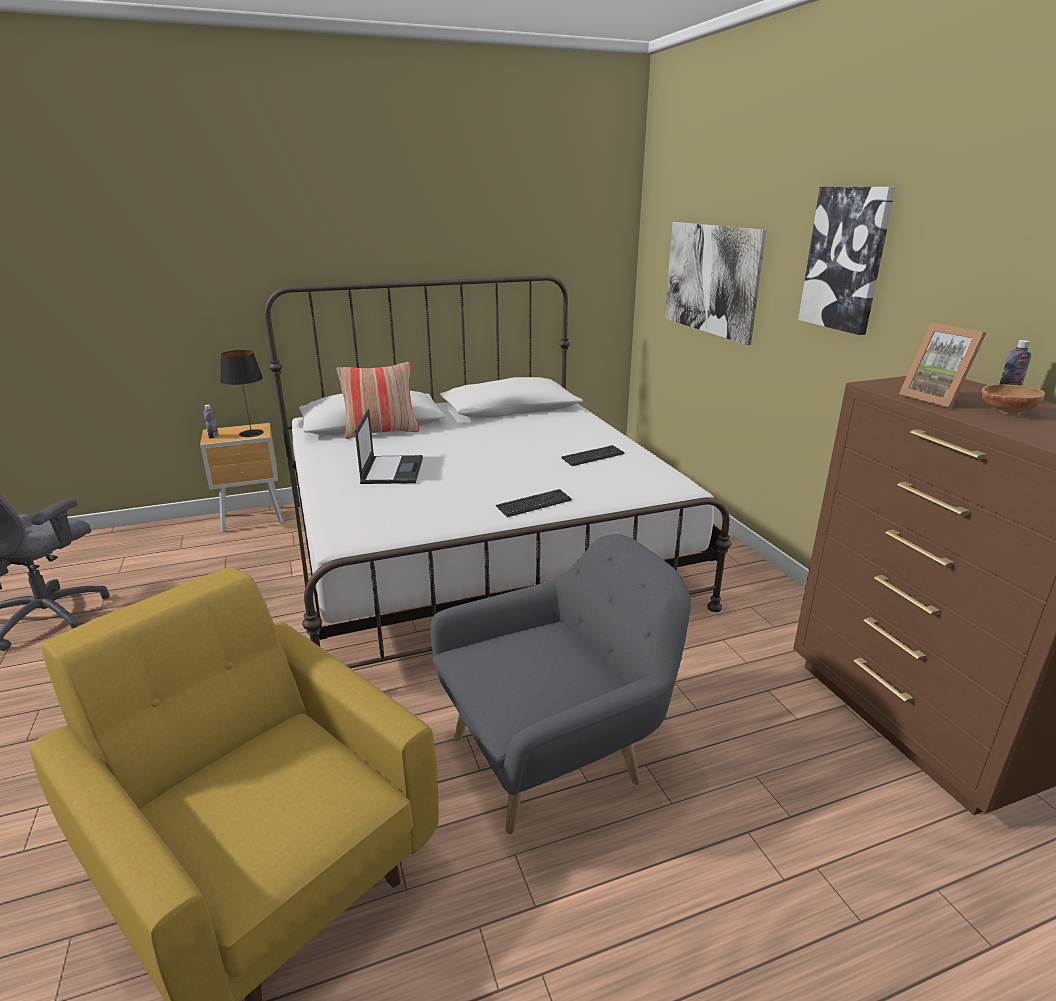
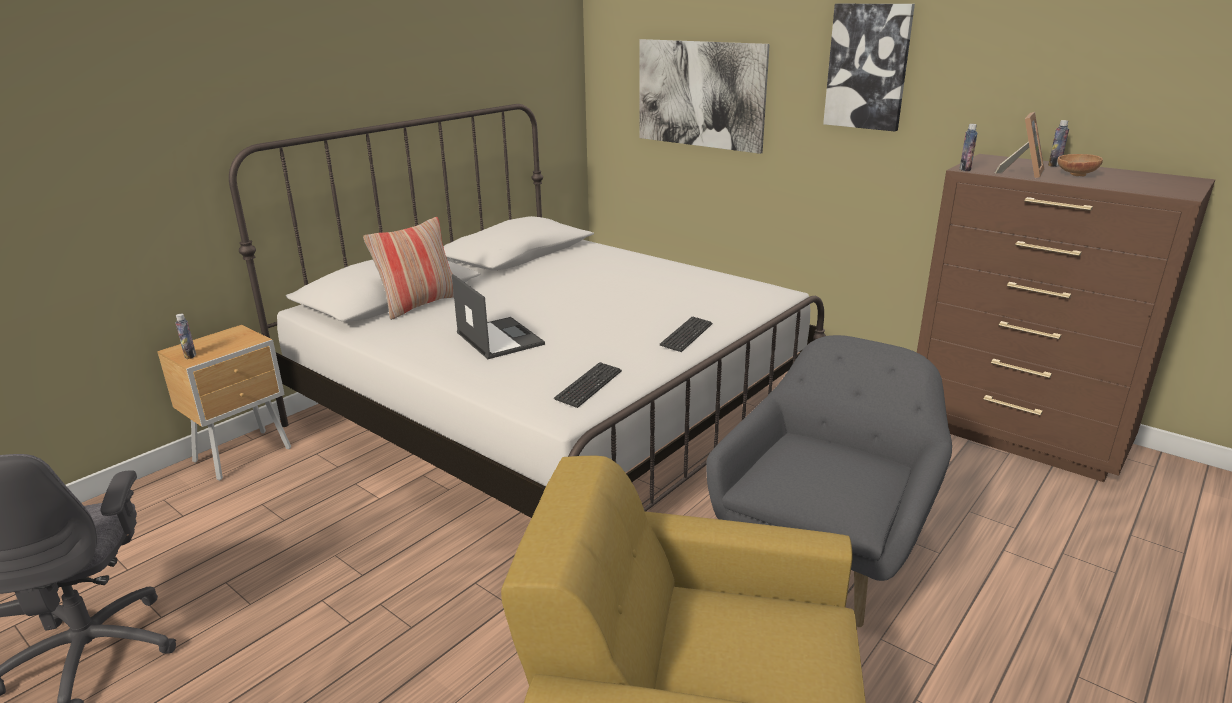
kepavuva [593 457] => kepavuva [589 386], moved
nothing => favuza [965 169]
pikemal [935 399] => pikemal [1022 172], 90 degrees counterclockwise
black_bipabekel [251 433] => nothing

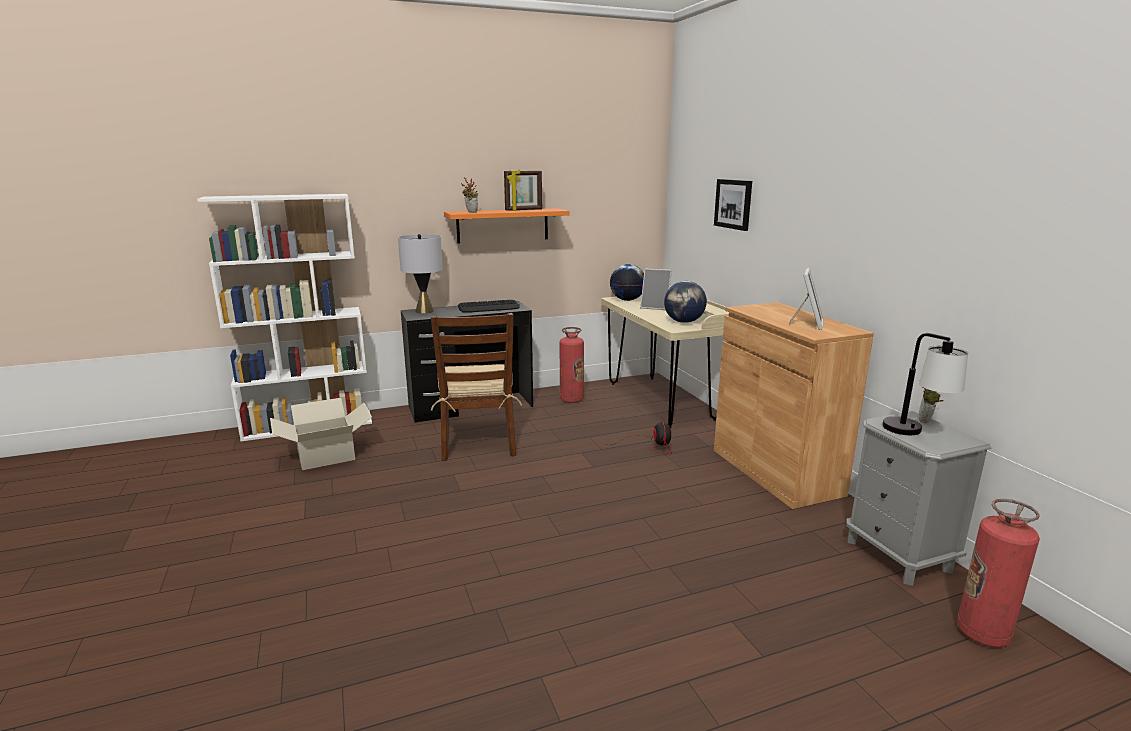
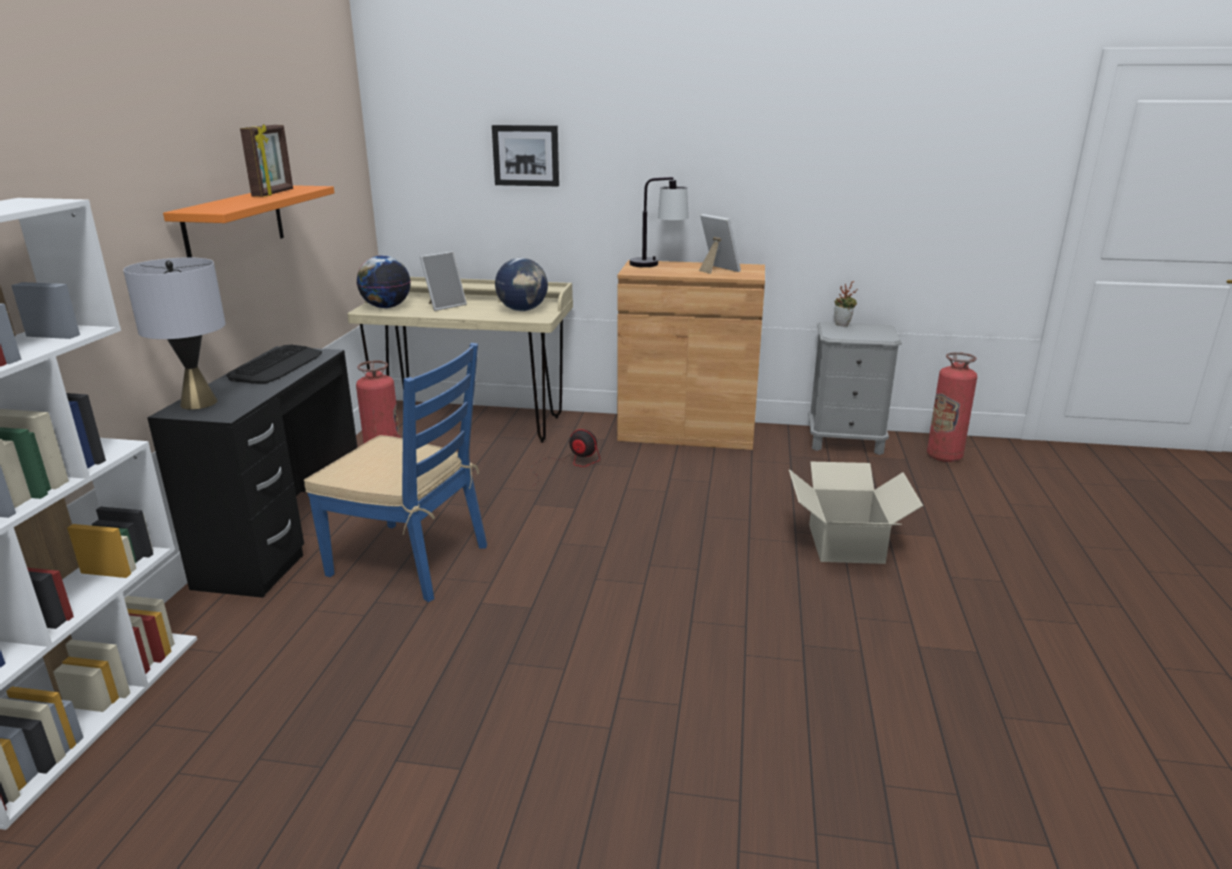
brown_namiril [478 441] => blue_namiril [410 560]
bipabekel [915 435] => bipabekel [657 265], moved
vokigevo [326 455] => vokigevo [844 543], moved
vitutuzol [470 212] => nothing

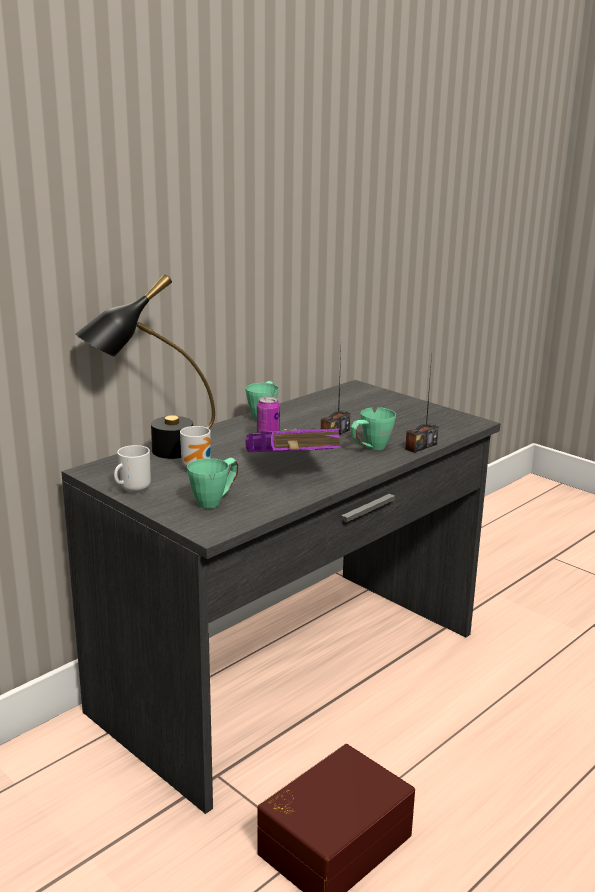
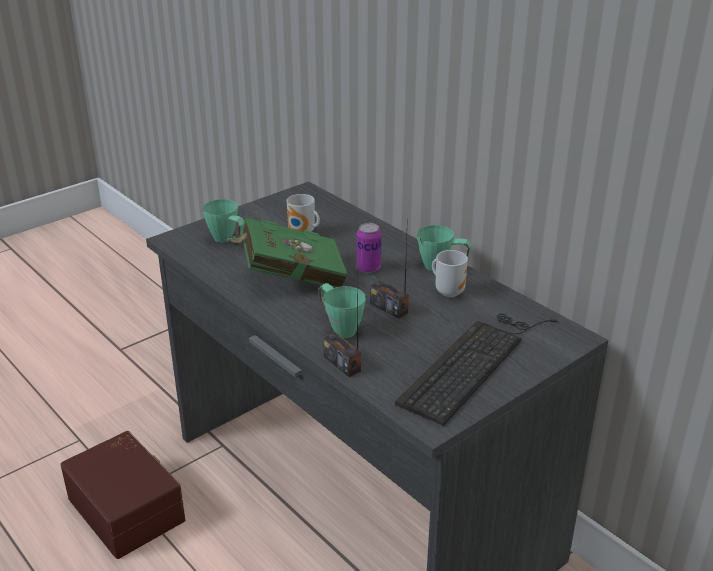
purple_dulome [290 469] => green_dulome [289 277]
nothing => kepavuva [474 362]
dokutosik [132 490] => dokutosik [448 291], moved
black_bipabekel [153 454] => nothing

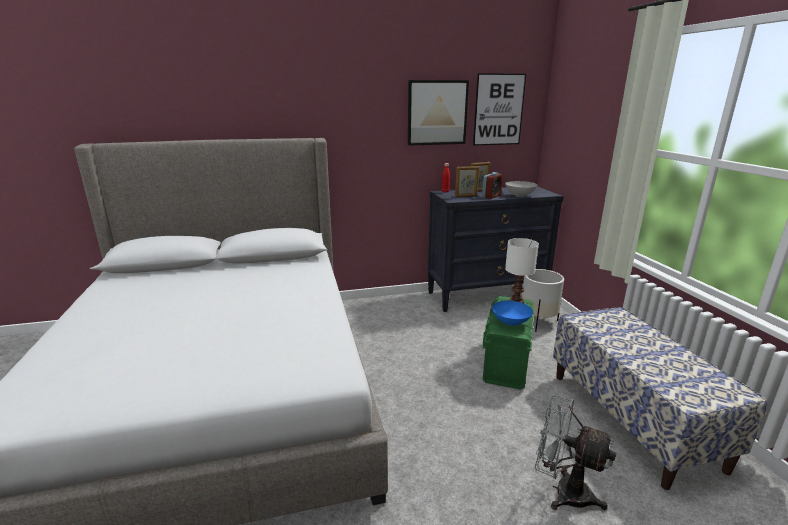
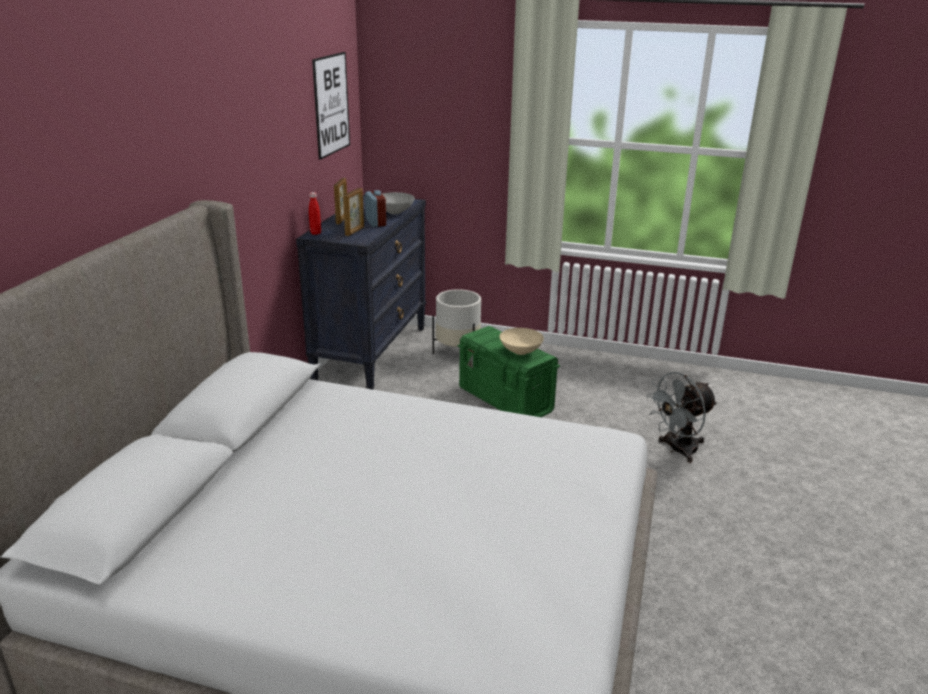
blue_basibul [511 323] => beige_basibul [521 352]
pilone [437 113] => nothing
white_bipabekel [517 301] => nothing
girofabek [632 418] => nothing

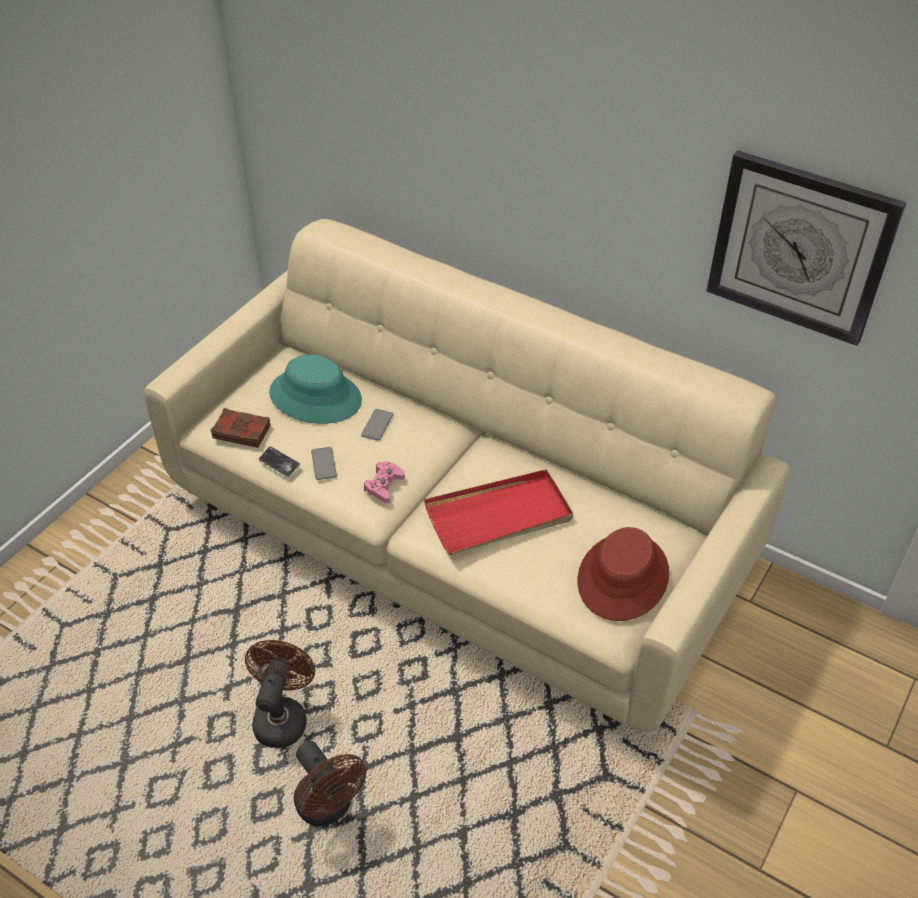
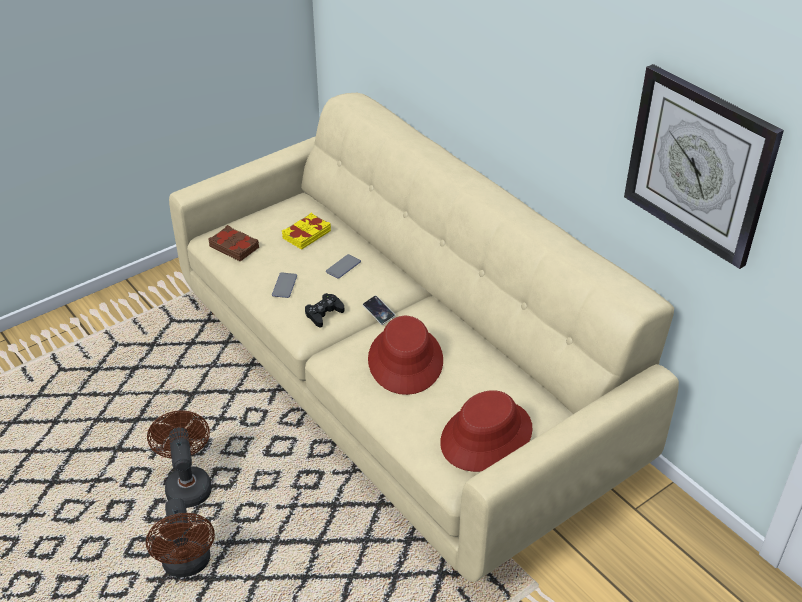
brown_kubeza [282 716] => brown_kubeza [187 484], 45 degrees counterclockwise
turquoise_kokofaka [316 396] => yellow_dulome [306 234]
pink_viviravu [384 485] => black_viviravu [324 313]
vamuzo [279 464] => vamuzo [378 312], moved
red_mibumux [499 516] => red_kokofaka [406 360]

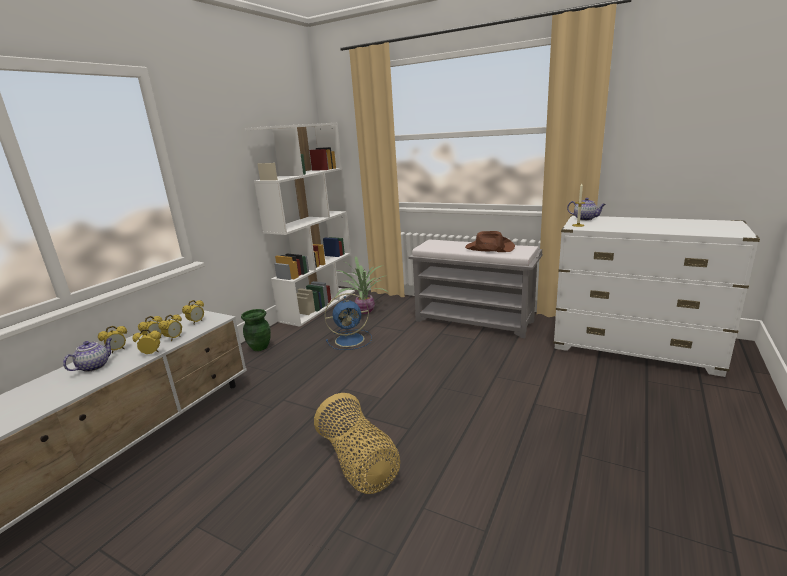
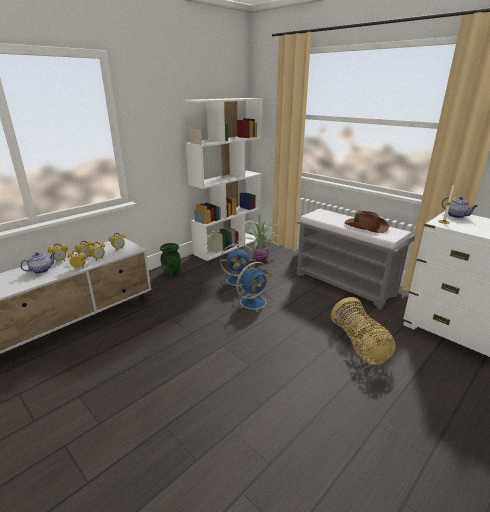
nothing => blue_kubeza [254 301]
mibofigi [359 463] => mibofigi [360 345], moved

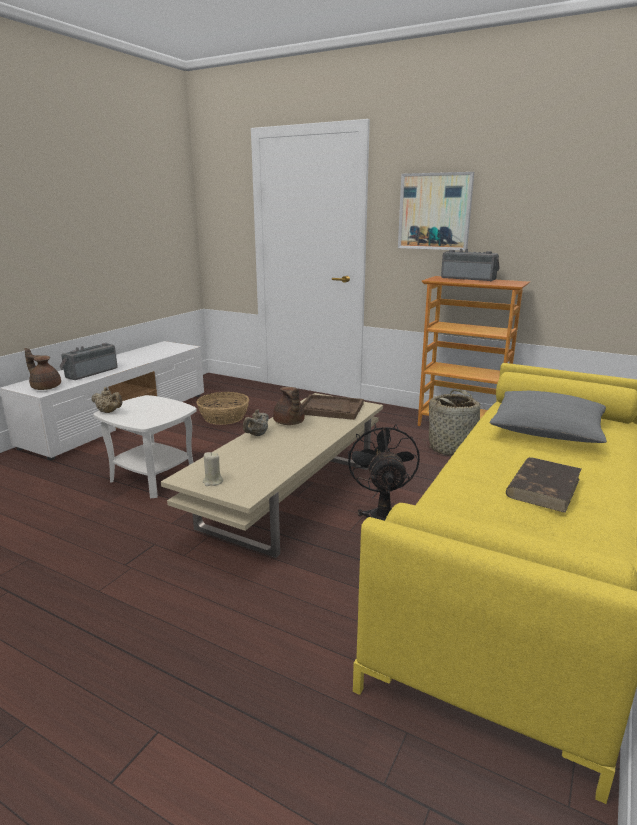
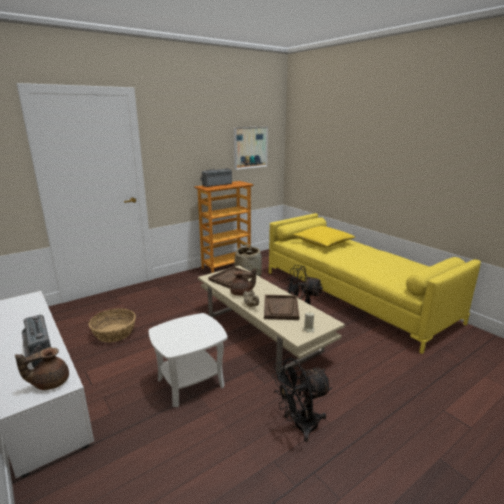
pilone [435 211] => pilone [250 147], moved
nothing => brown_mibumux [281 308]
nothing => black_kubeza [299 425]
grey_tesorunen [547 431] => yellow_tesorunen [323 243]
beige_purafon [109 412] => nothing
brown_dulome [543 487] => nothing

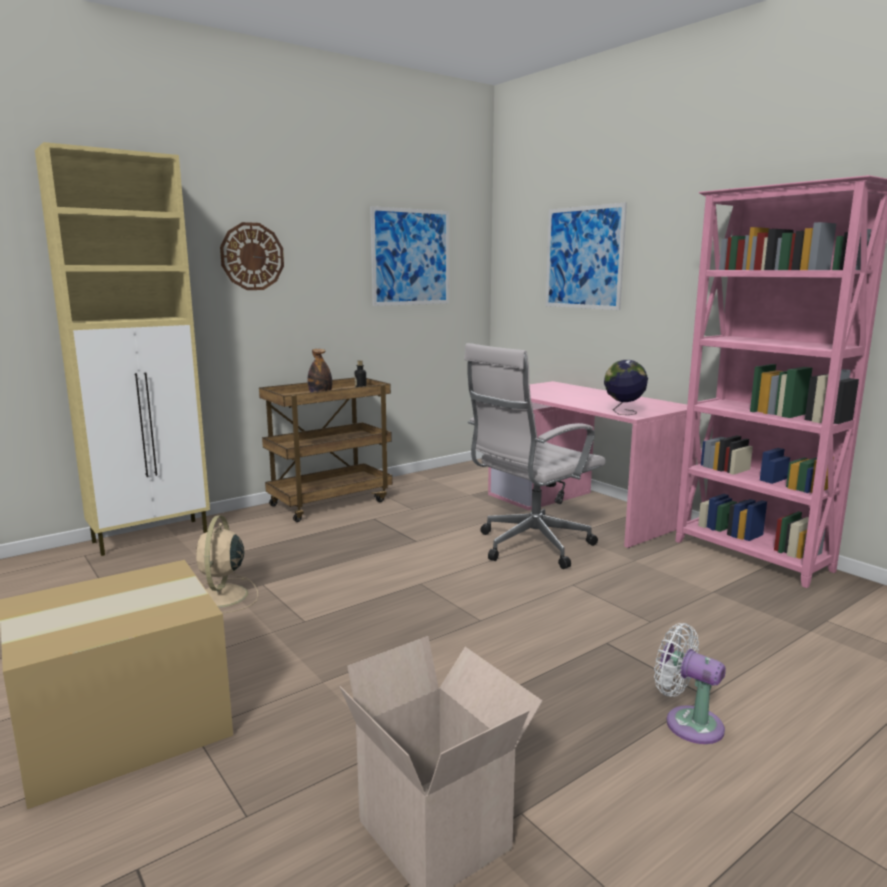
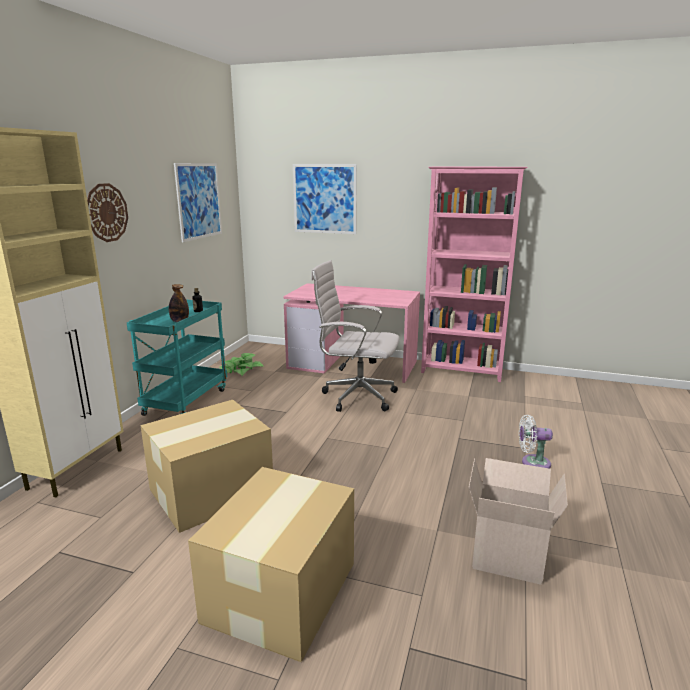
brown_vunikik [330 502] => turquoise_vunikik [186 401]
beige_kubeza [221 597] => vokigevo [213 491]
nothing => vitutuzol [241 370]
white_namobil [529 547] => white_namobil [355 396], 90 degrees clockwise
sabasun [623 413] => nothing

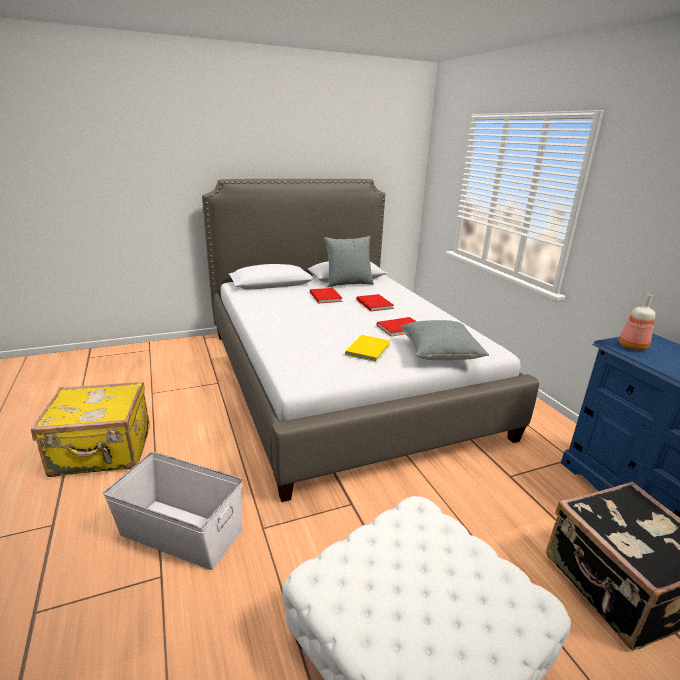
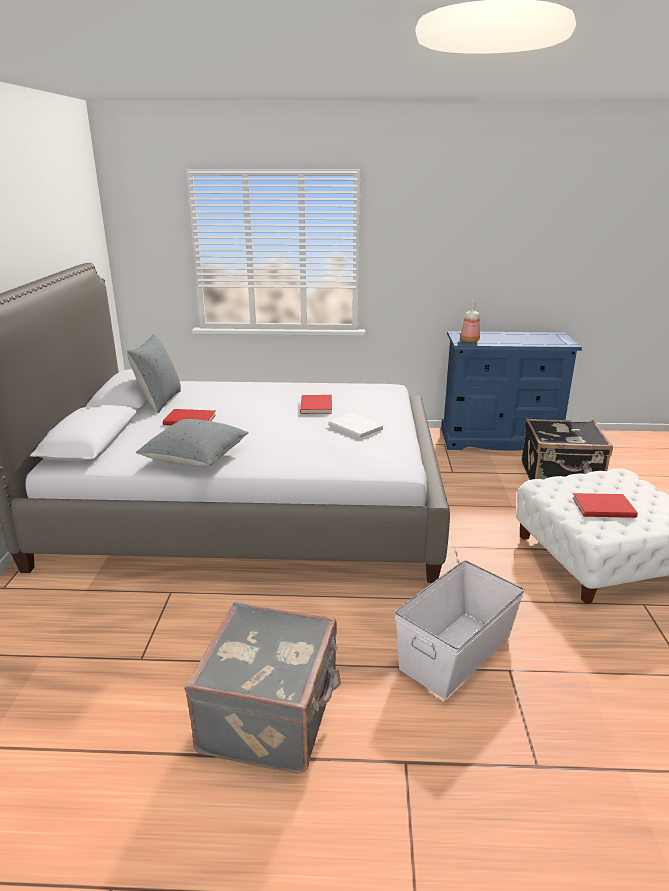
grey_tesorunen [439 353] => grey_tesorunen [195 458], moved
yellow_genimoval [103 452] => grey_genimoval [272 715]
yellow_dulome [369 349] => white_dulome [356 427]
red_dulome [375 304] => red_dulome [602 506], moved

